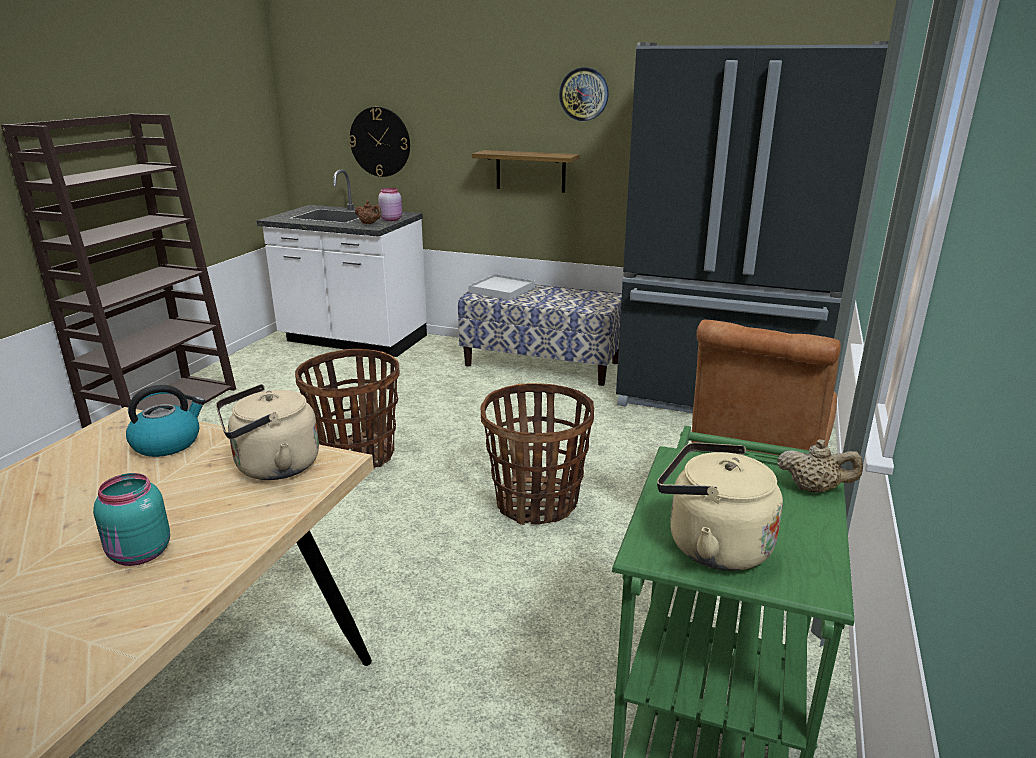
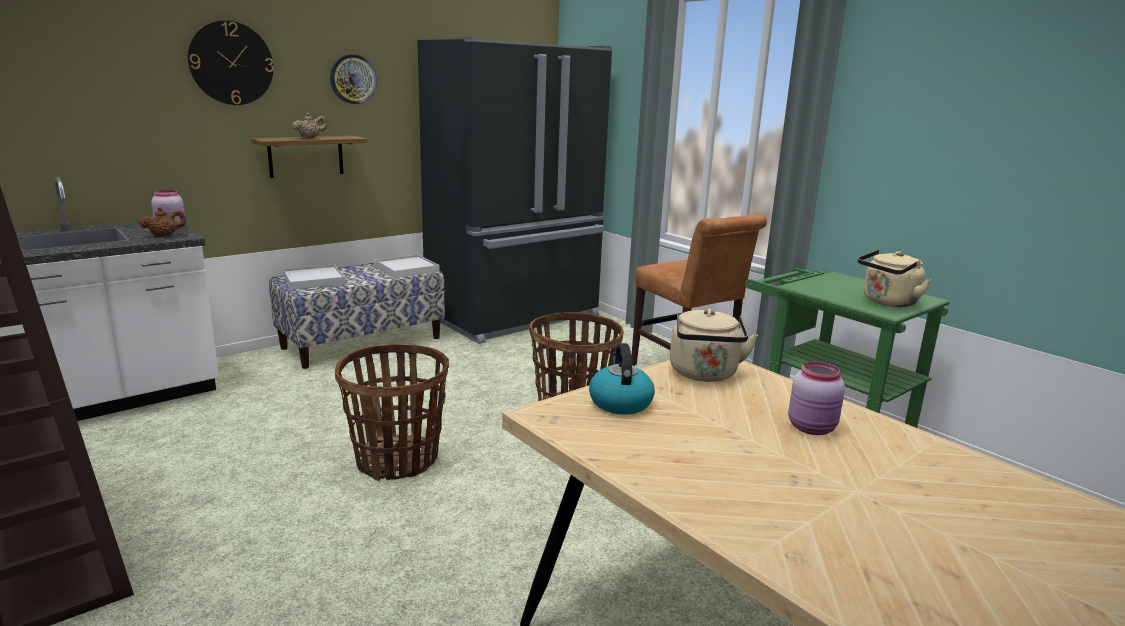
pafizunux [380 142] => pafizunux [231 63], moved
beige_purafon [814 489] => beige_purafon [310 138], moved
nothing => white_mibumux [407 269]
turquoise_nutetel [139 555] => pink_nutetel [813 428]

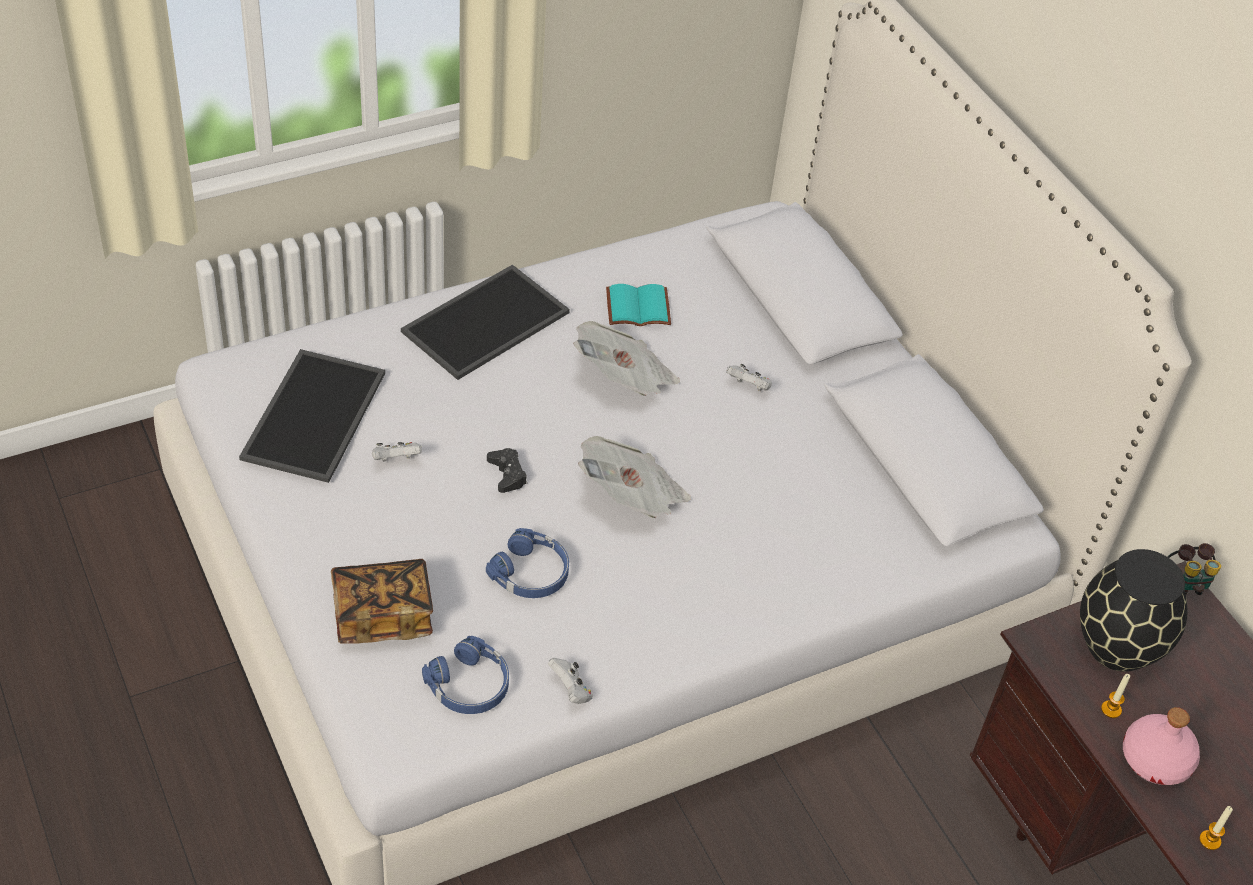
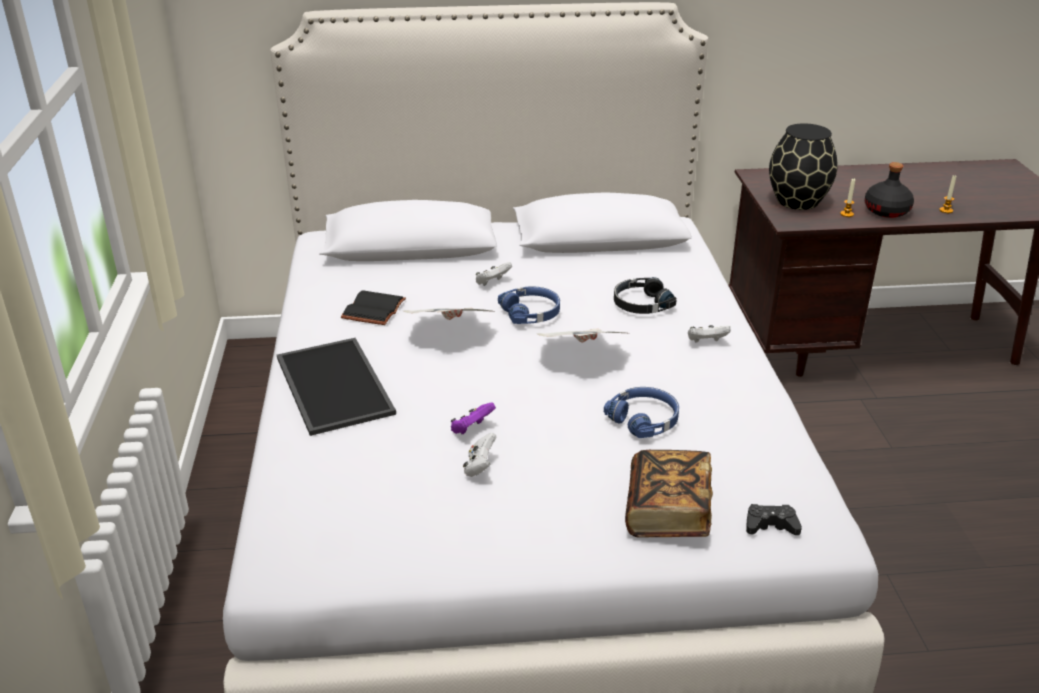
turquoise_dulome [637 309] => black_dulome [375 310]
nothing => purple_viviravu [471 429]
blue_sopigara [470 685] => blue_sopigara [531 313], moved
nothing => black_sopigara [641 304]
white_viviravu [571 690] => white_viviravu [706 342], moved
black_viviravu [507 474] => black_viviravu [770 525], moved
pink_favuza [1156 760] => black_favuza [887 211]
mibumux [312 414] => nothing
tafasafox [1185 583] => nothing

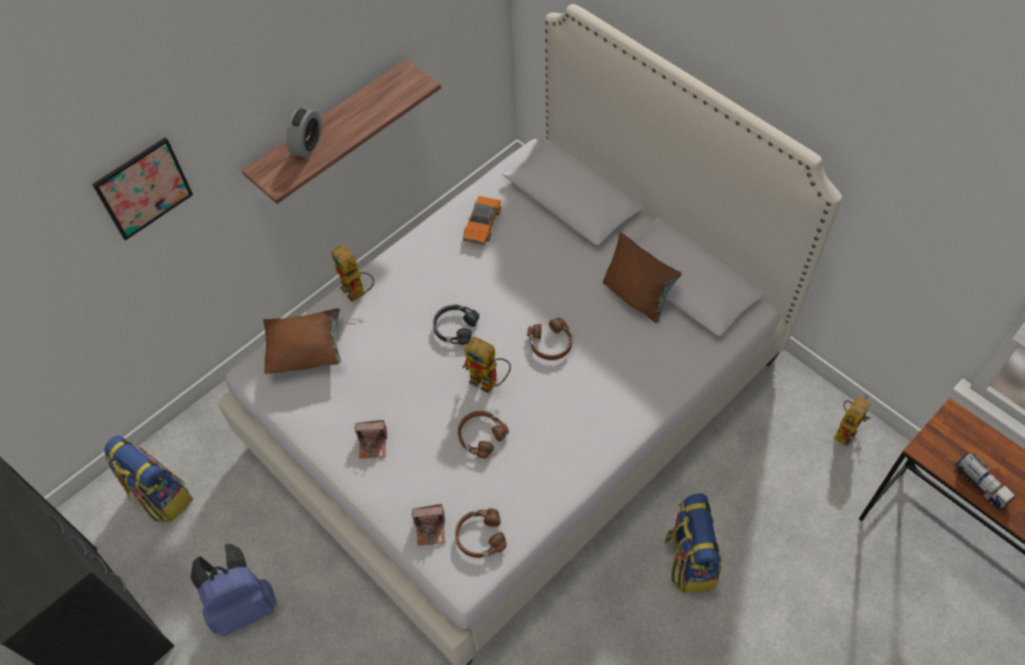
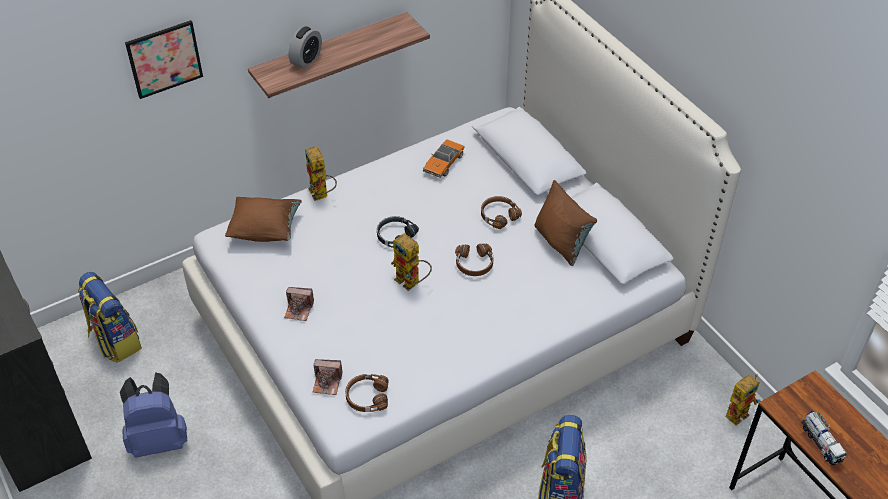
brown_sopigara [480 435] => brown_sopigara [498 215], moved

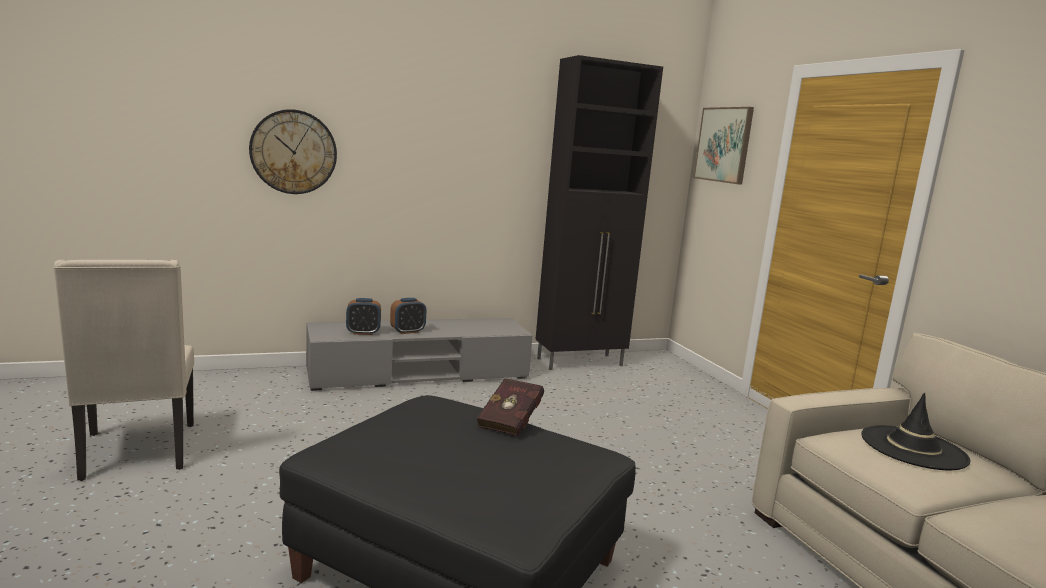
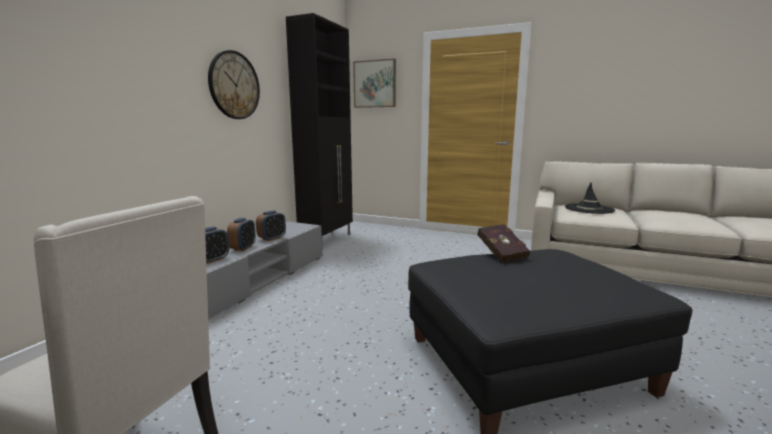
pafizunux [293 152] => pafizunux [234 85], moved
nothing => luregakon [272 238]

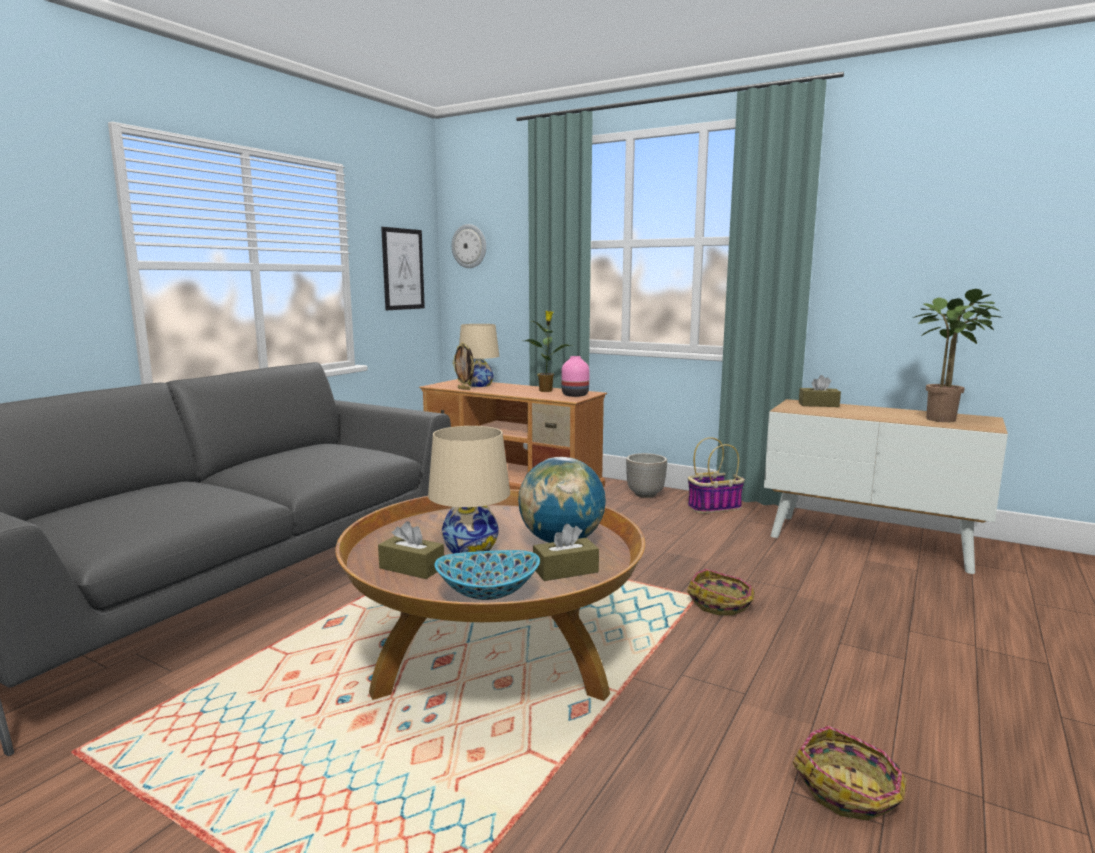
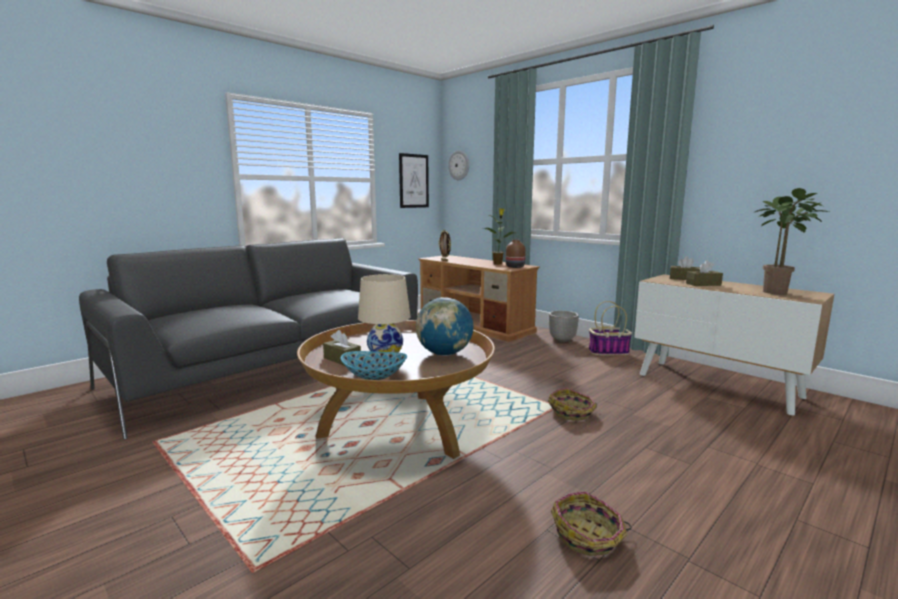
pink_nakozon [575 395] => brown_nakozon [515 267]
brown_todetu [565 570] => brown_todetu [703 284], moved
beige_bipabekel [479 385] => nothing

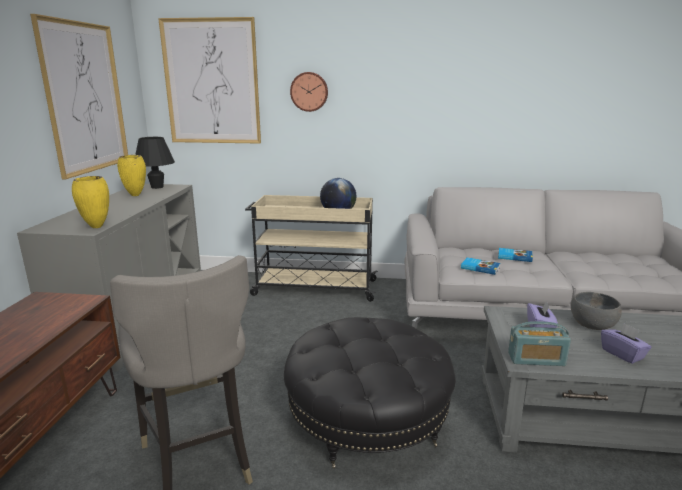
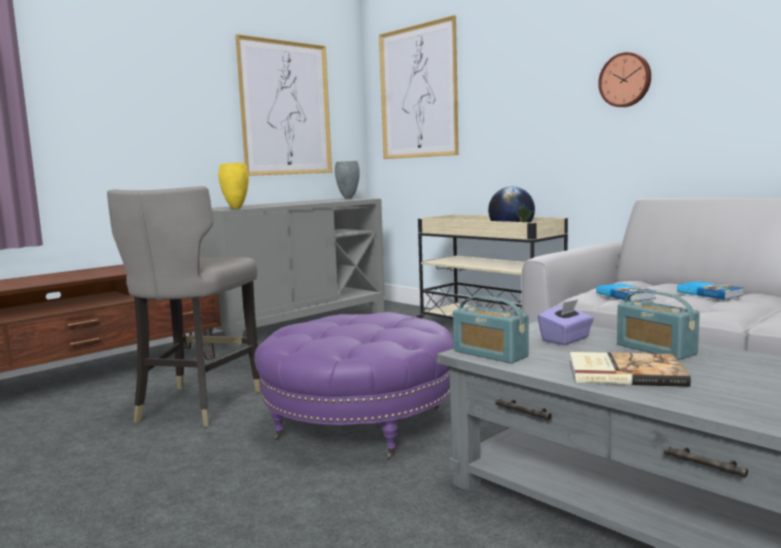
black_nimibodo [367 421] => purple_nimibodo [360 424]
black_bipabekel [157 187] => grey_nakozon [348 199]
purple_todetu [622 354] => dulome [623 372]
pafizunux [309 91] => pafizunux [625 80], moved
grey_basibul [593 324] => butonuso [655 349]
yellow_nakozon [136 195] => nothing

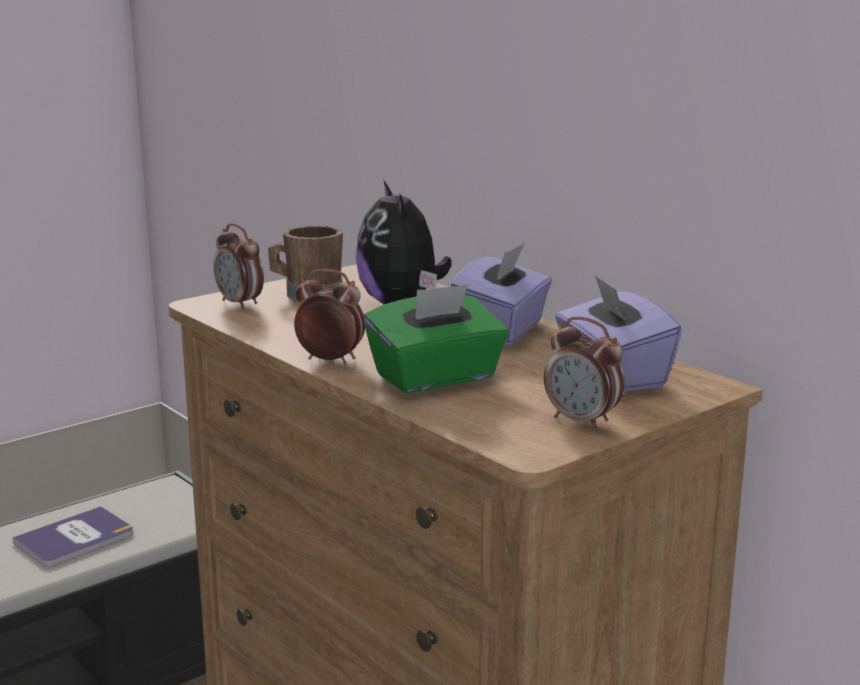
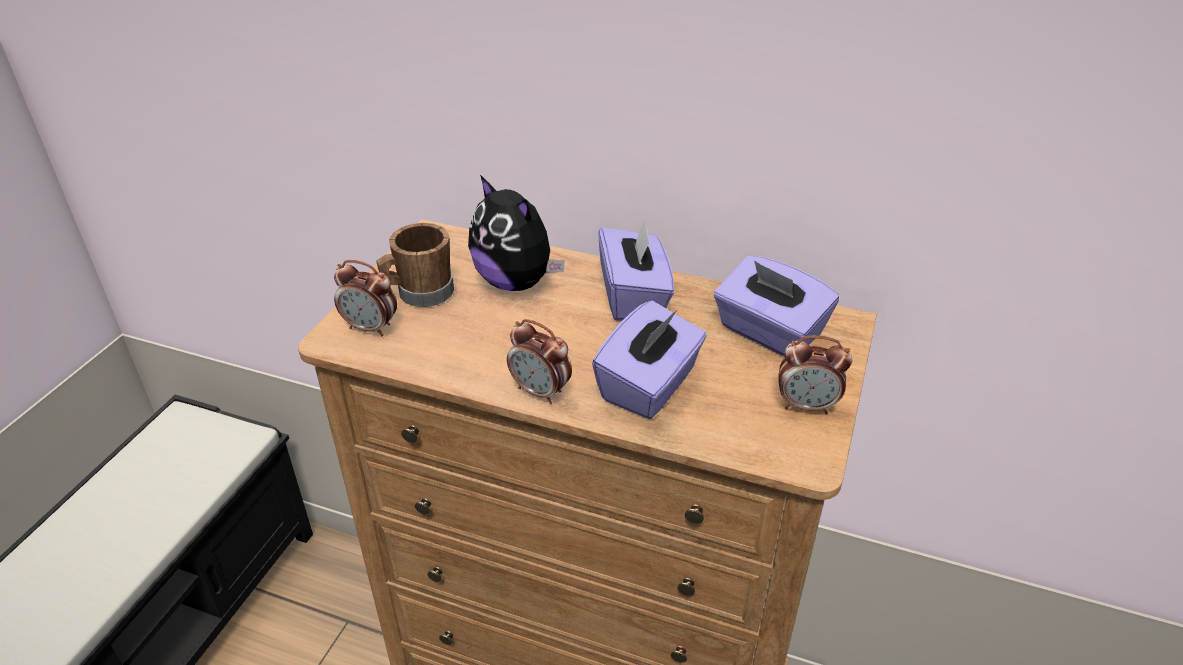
luregakon [330 360] => luregakon [540 392], 135 degrees counterclockwise
green_todetu [436 378] => purple_todetu [649 386]
dulome [75 538] => nothing

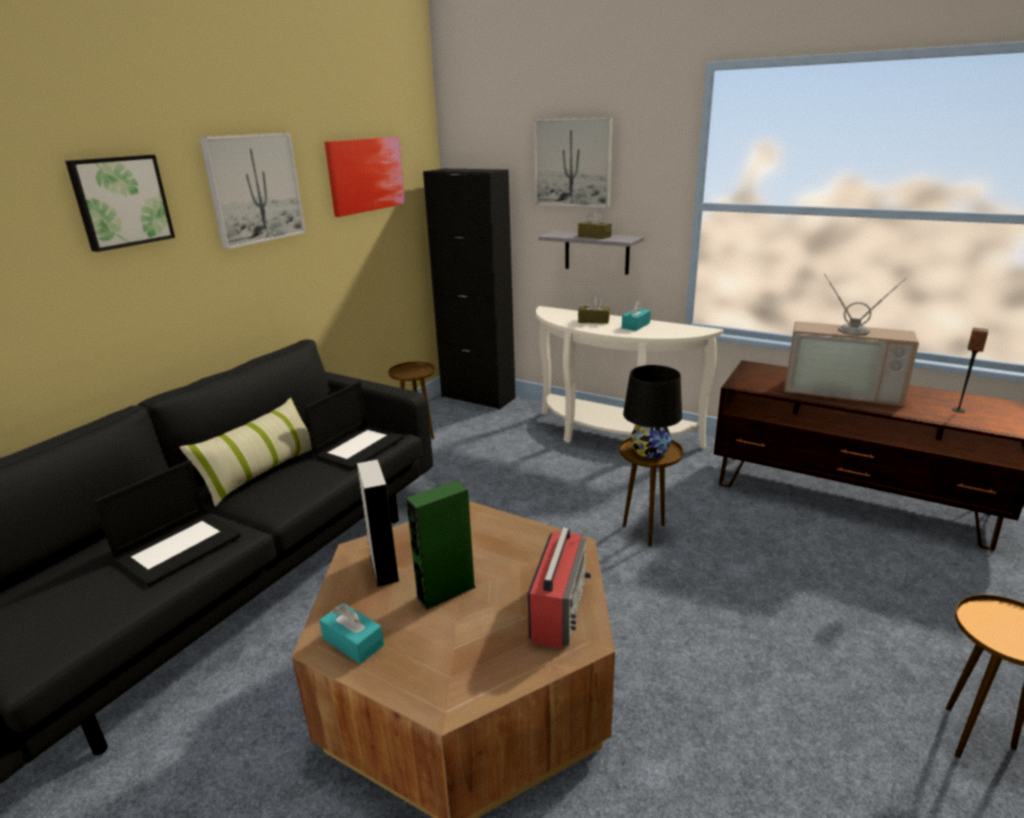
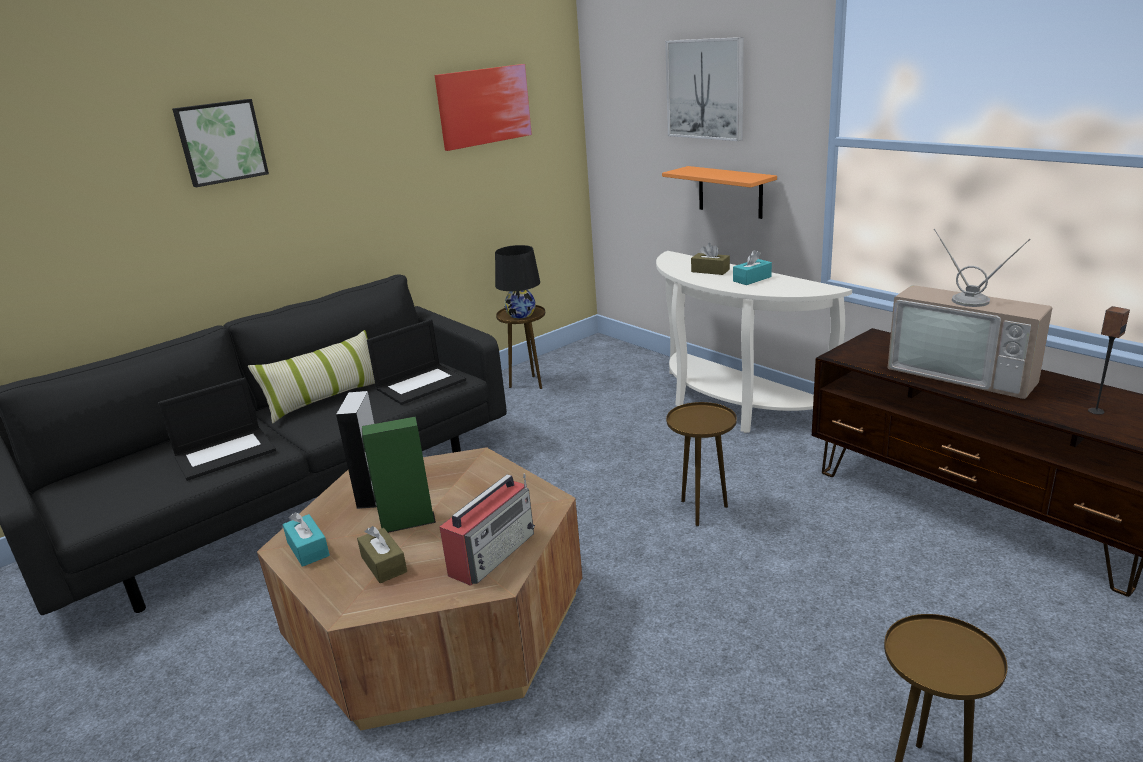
brown_todetu [594 236] => brown_todetu [384 564], moved
black_bipabekel [649 451] => black_bipabekel [520 314], moved
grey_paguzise [596 252] => orange_paguzise [730 192]
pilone [254 189] => nothing
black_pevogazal [478 397] => nothing

